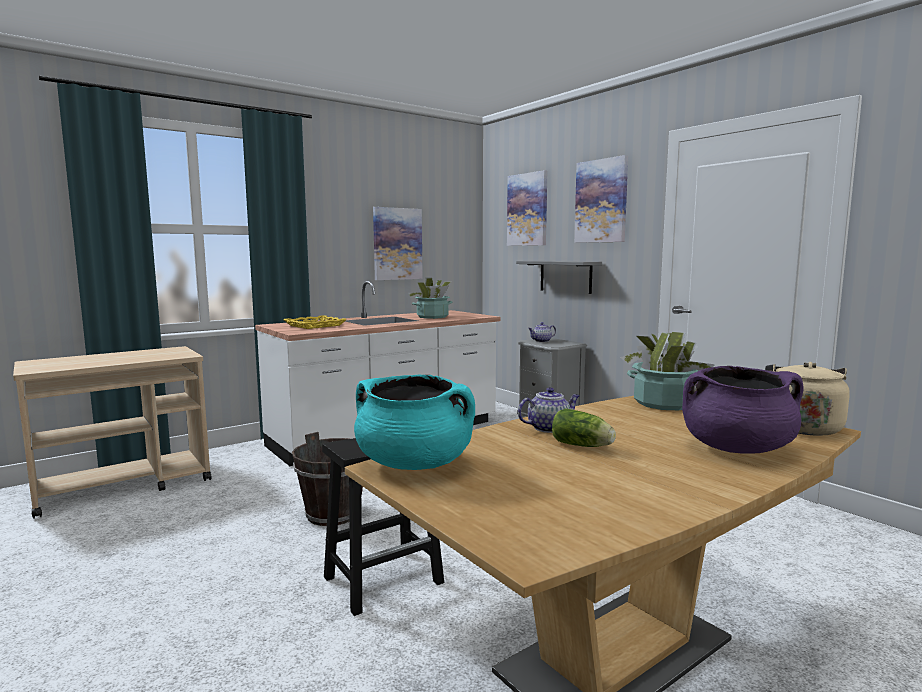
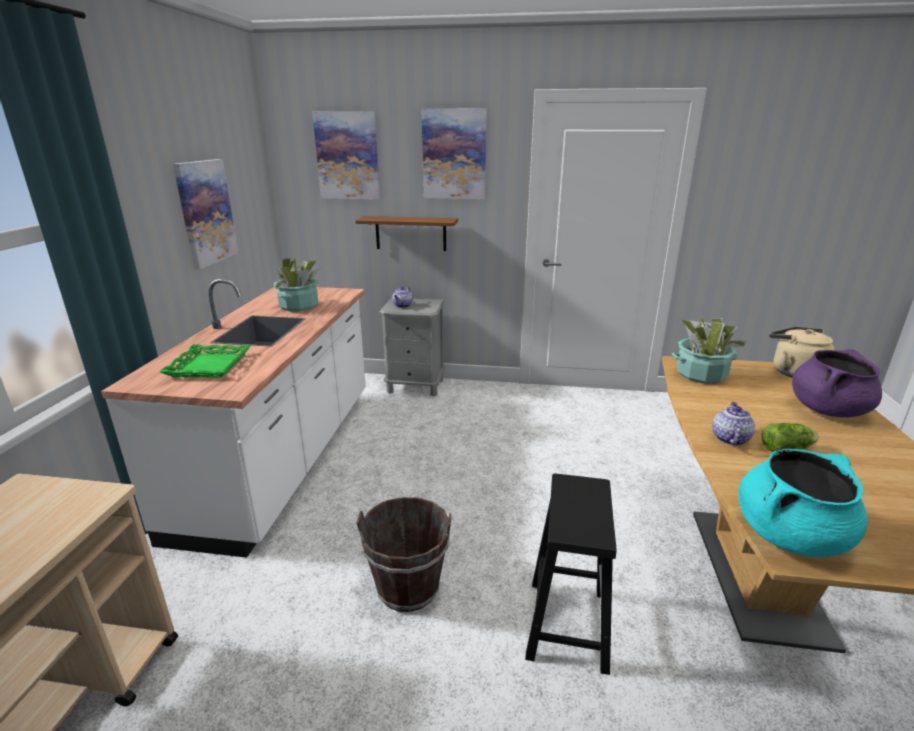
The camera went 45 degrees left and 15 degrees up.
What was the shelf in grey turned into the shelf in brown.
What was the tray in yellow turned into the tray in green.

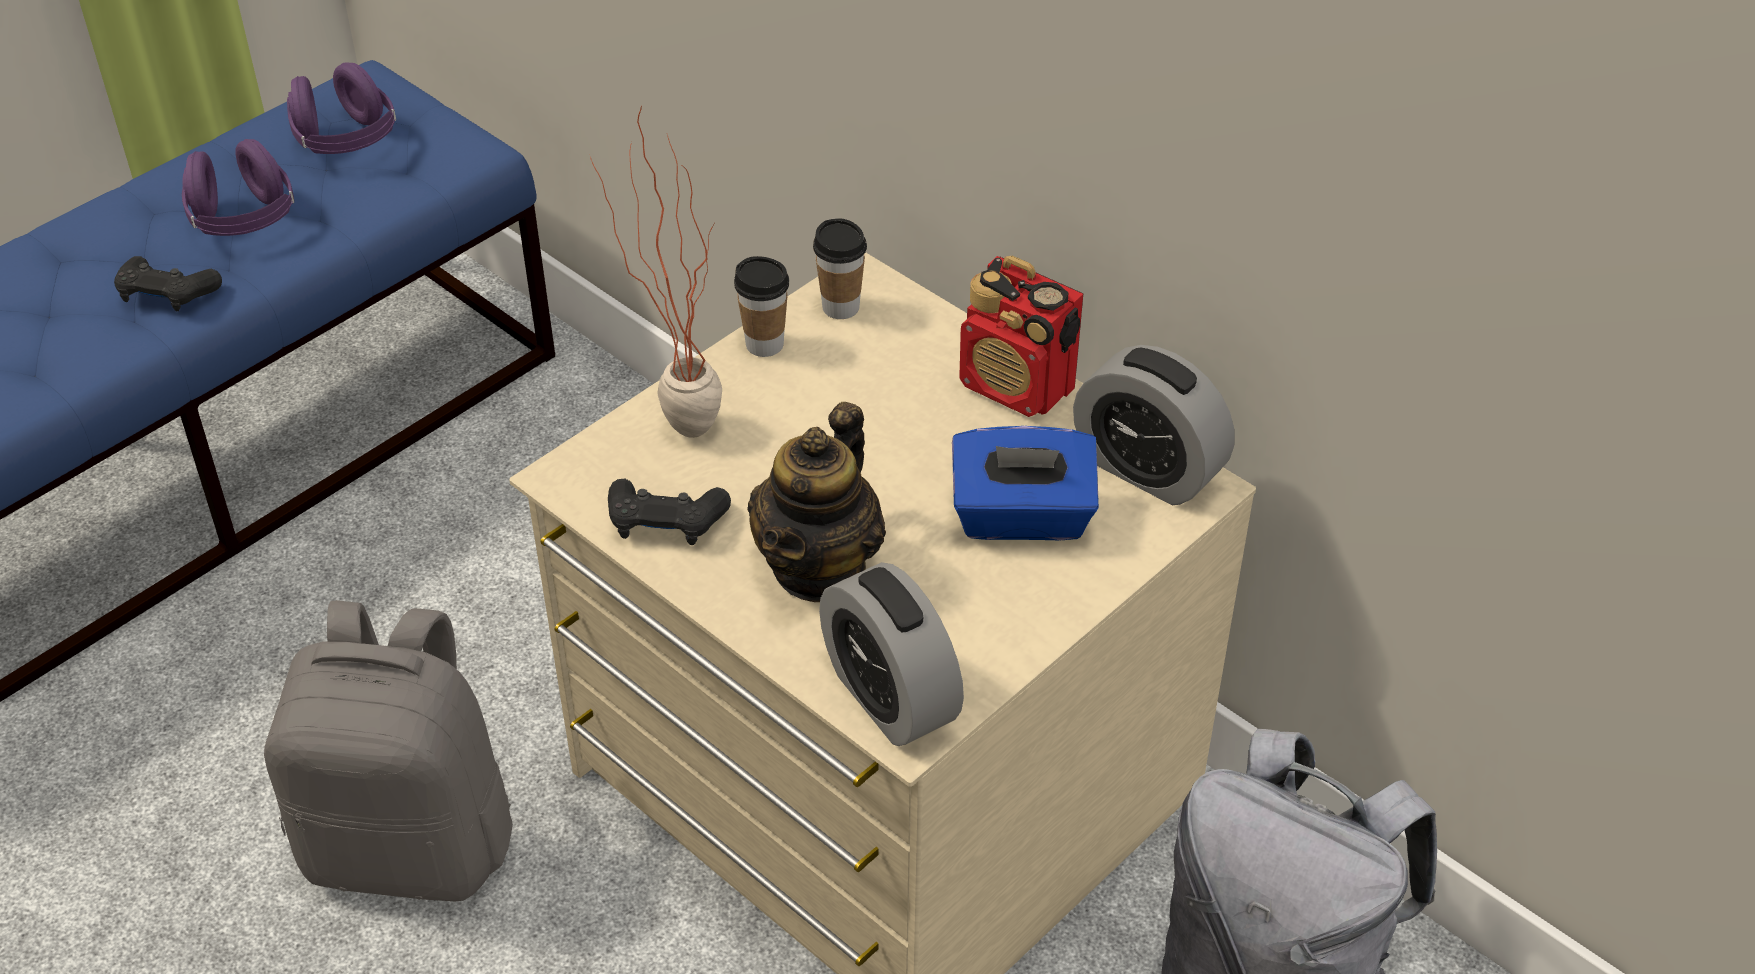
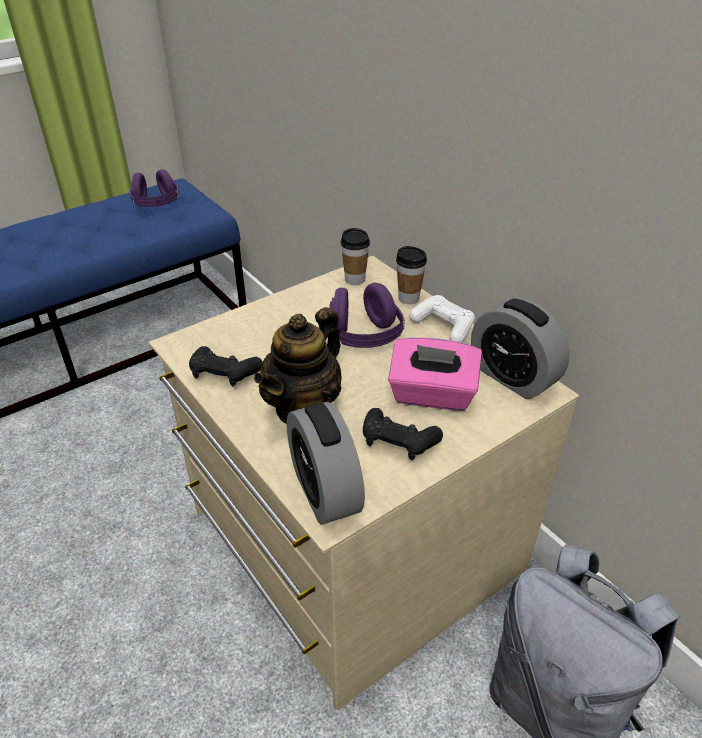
The camera went 10 degrees right and 5 degrees down.
The second view lost the potted plant.
The headphones in purple (1st from left in the first image) ended up elsewhere.
The game controller in black (1st from left in the first image) ended up elsewhere.
The cup (1st from left in the first image) ended up elsewhere.
Where the radio stood, the game controller in white came to stand.
What was the tissue box in blue turned into the tissue box in pink.
The second view lost the backpack in grey (1st from left).

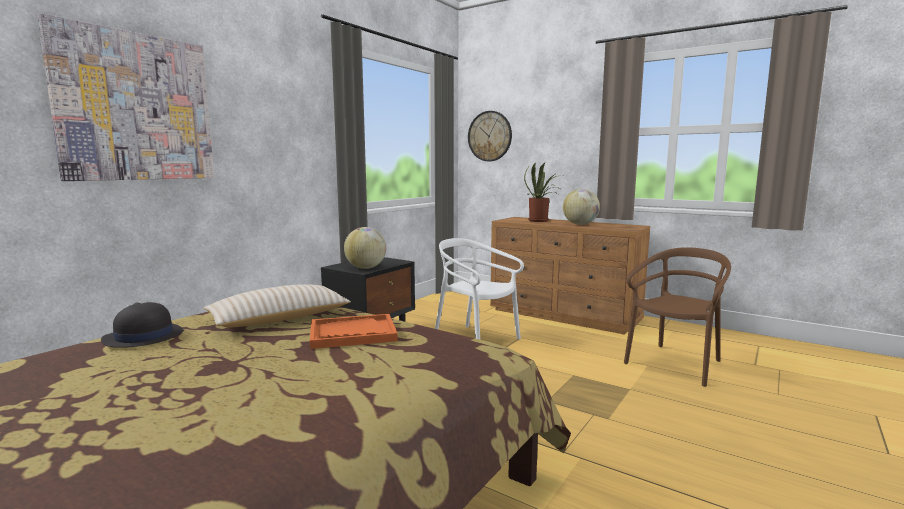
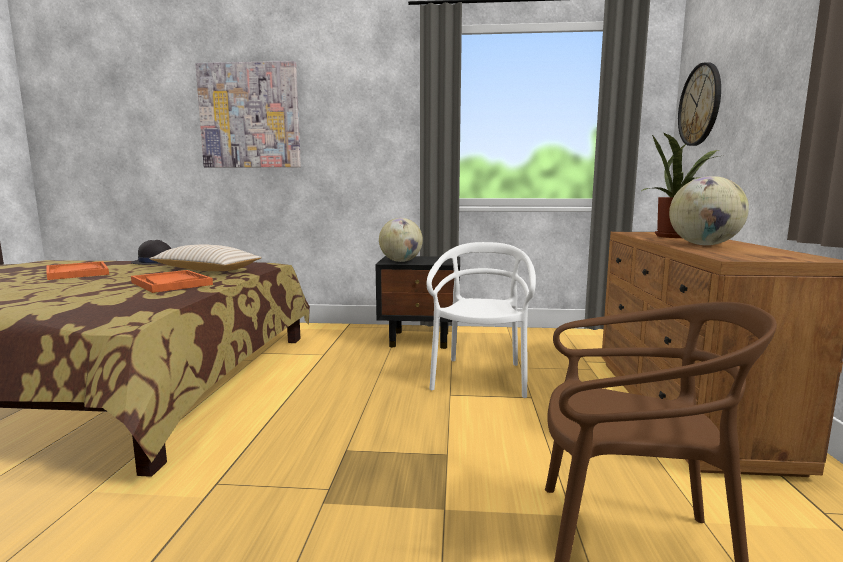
The camera went 60 degrees right and 0 degrees up.
The second view gained the tray in orange (1st from left).

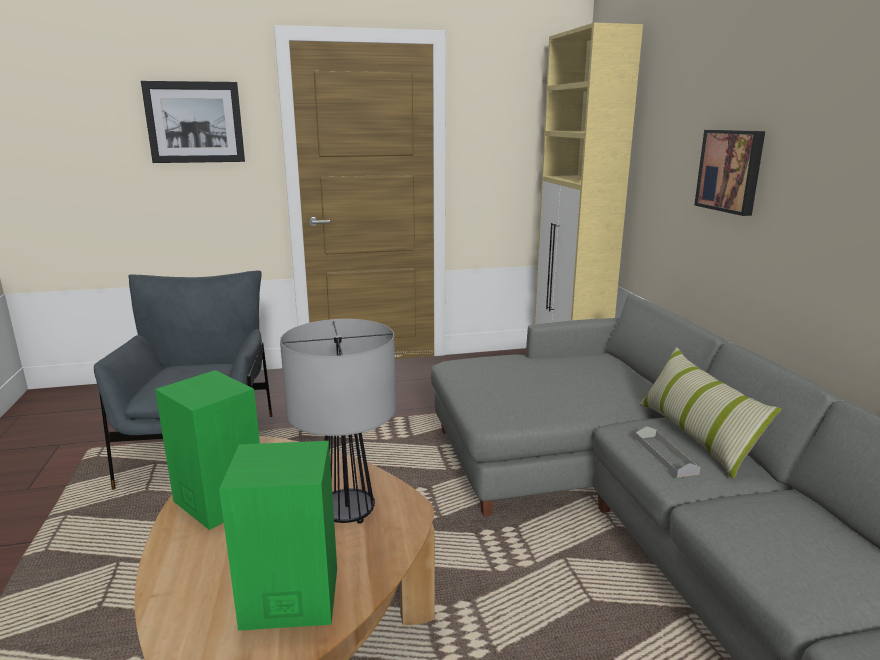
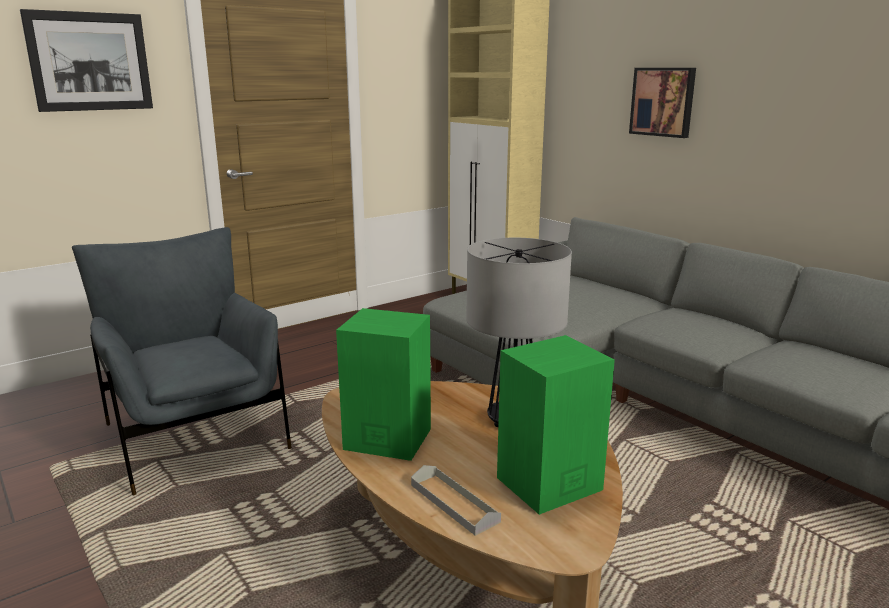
The camera went 25 degrees left and 0 degrees up.
The second view lost the pillow.
The tray in grey ended up elsewhere.

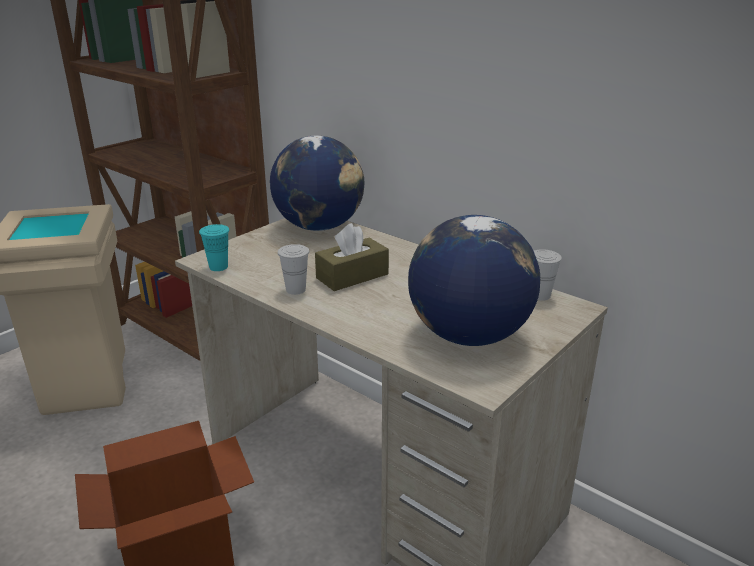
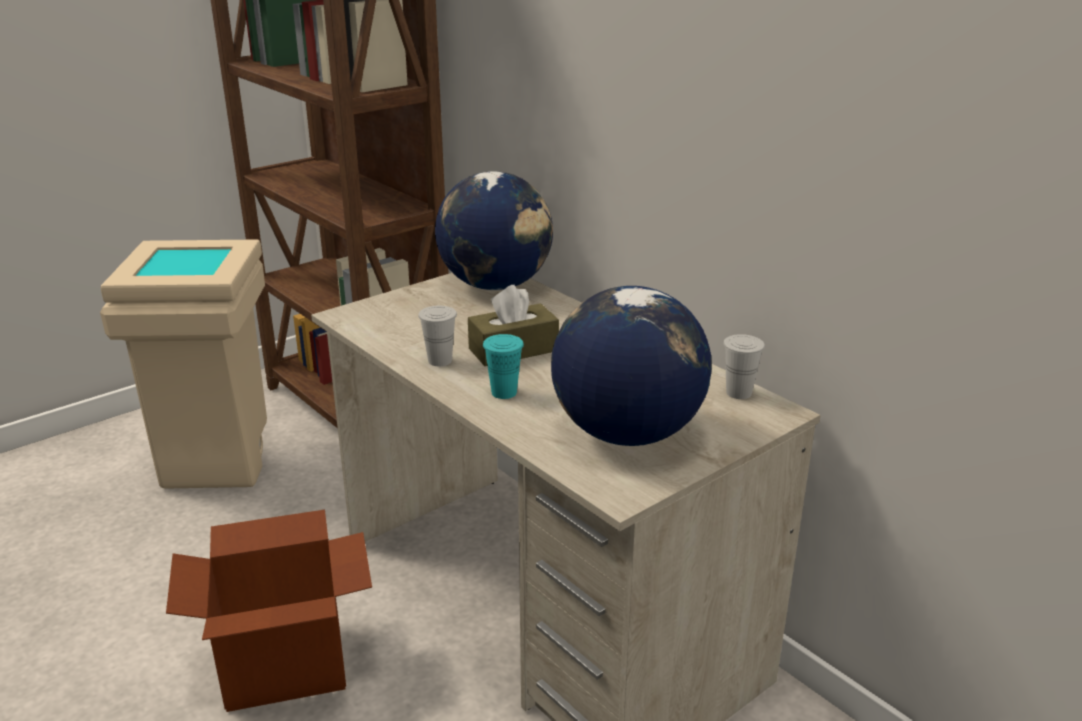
The camera went 10 degrees right and 0 degrees up.
The cup in turquoise ended up elsewhere.

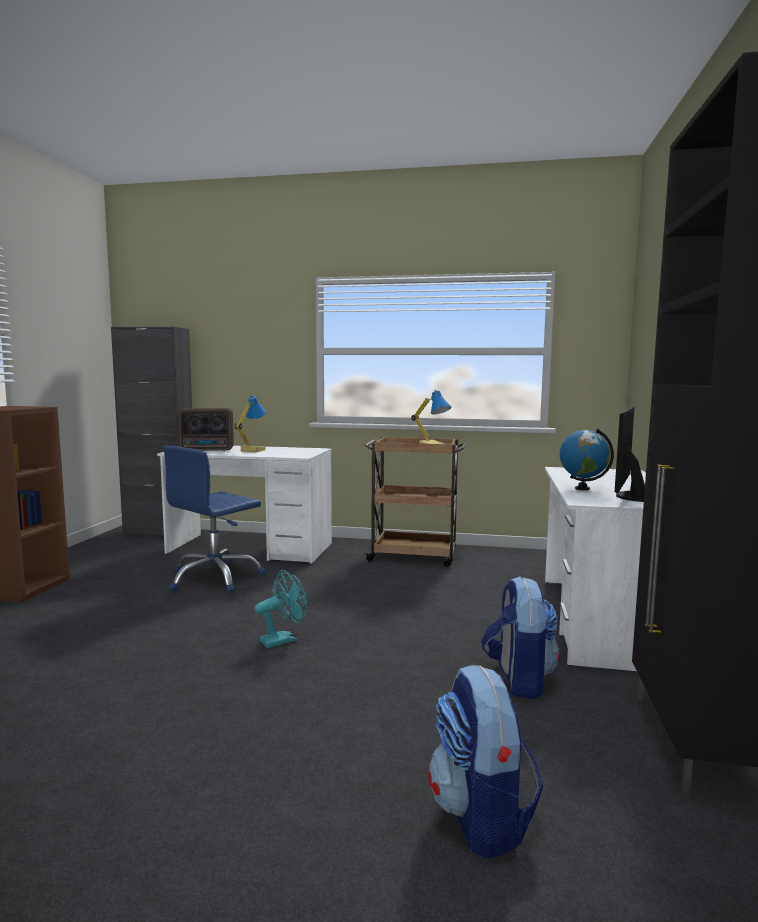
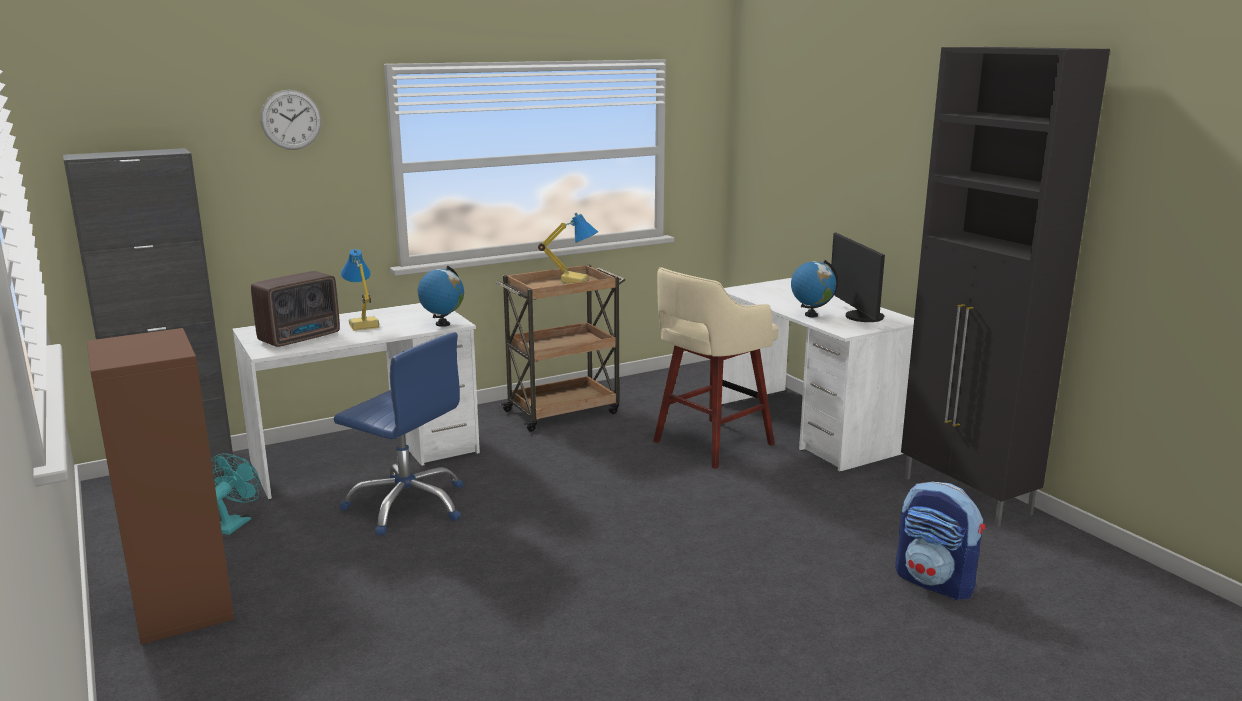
The camera went 40 degrees left and 10 degrees up.
The office chair in blue ended up facing another way, 60 degrees counterclockwise from before.
The fan in turquoise ended up elsewhere.
The second view lost the backpack (2nd from left).
The second view gained the wall clock.
The second view gained the globe (1st from left).
The second view gained the stool in beige.

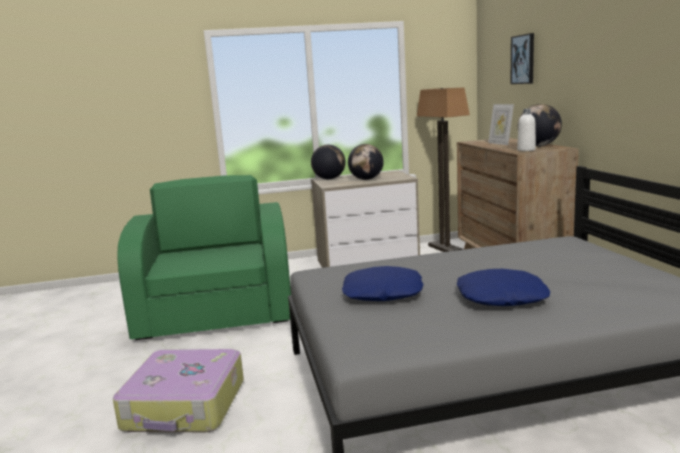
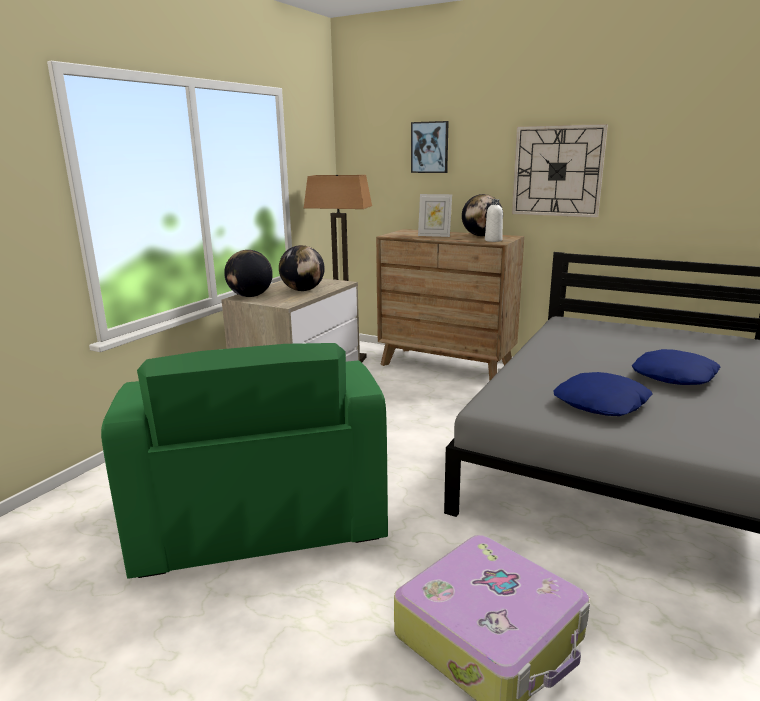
The camera went 50 degrees left and 5 degrees up.
The armchair in green ended up facing another way, 135 degrees counterclockwise from before.
The second view gained the wall clock.

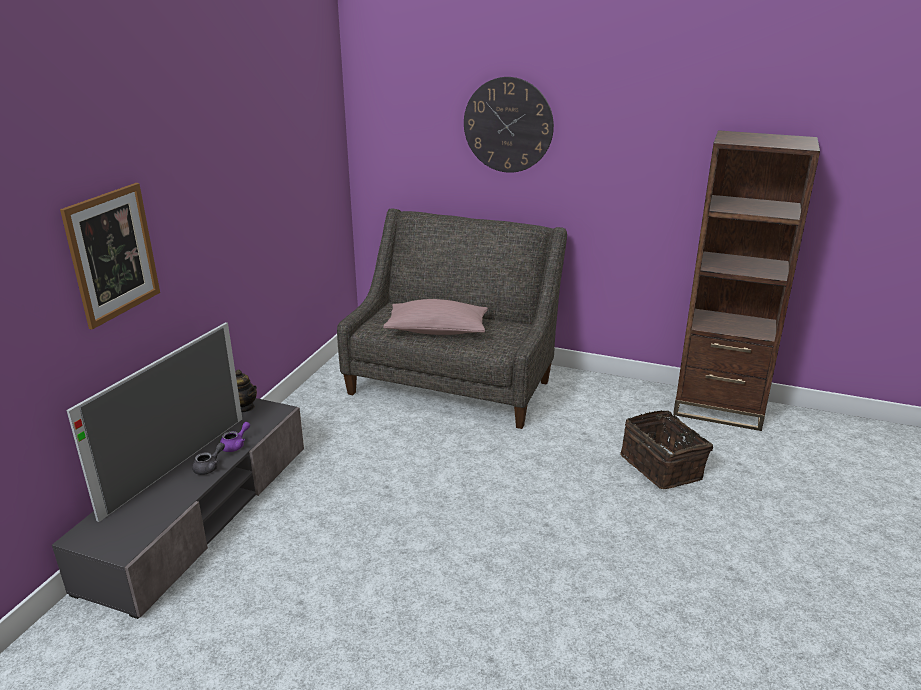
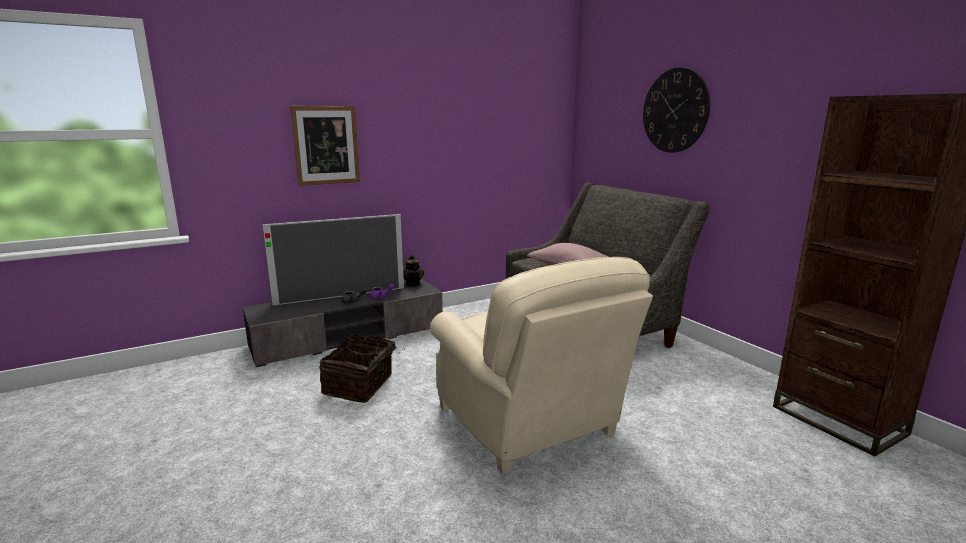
The camera went 40 degrees right and 10 degrees down.
The basket ended up elsewhere.
The second view gained the armchair in beige.

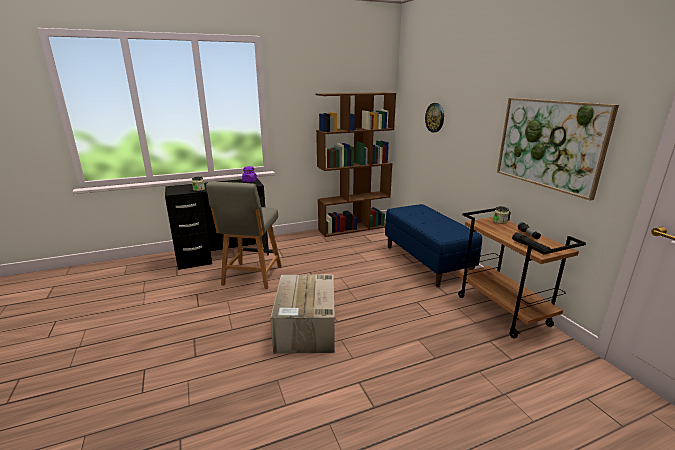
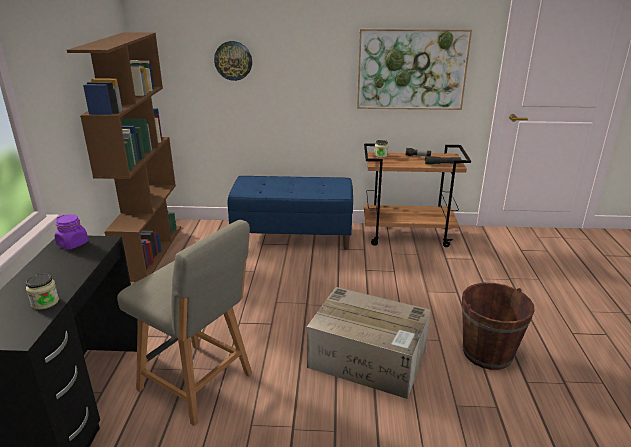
The camera went 65 degrees left and 5 degrees up.
The second view gained the bucket in brown.

